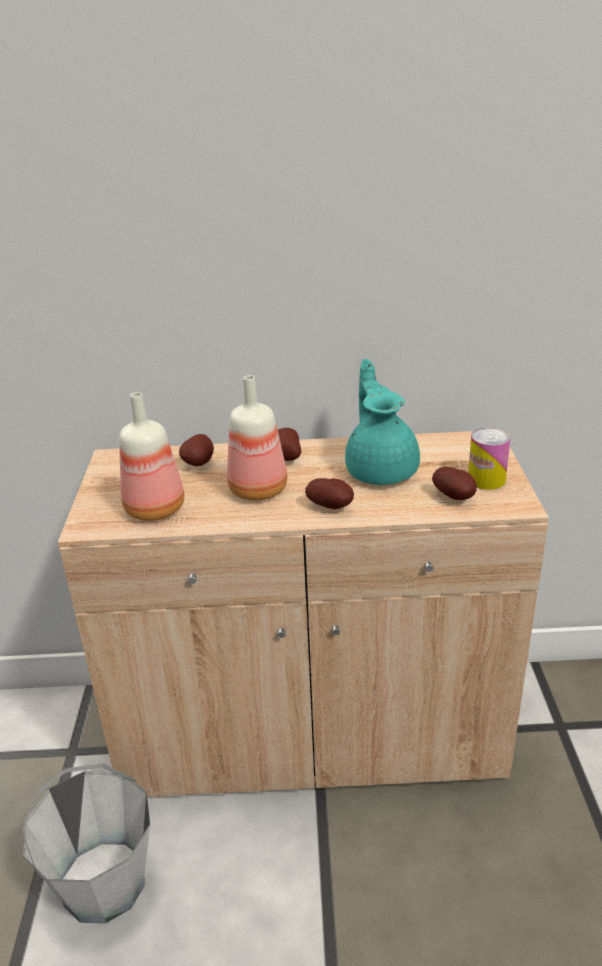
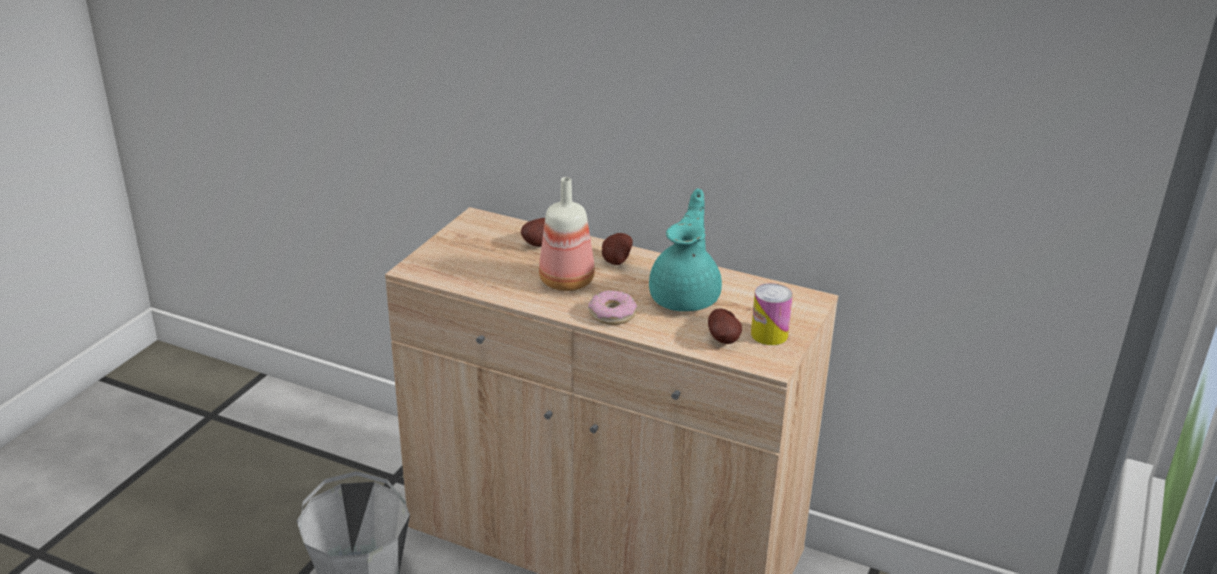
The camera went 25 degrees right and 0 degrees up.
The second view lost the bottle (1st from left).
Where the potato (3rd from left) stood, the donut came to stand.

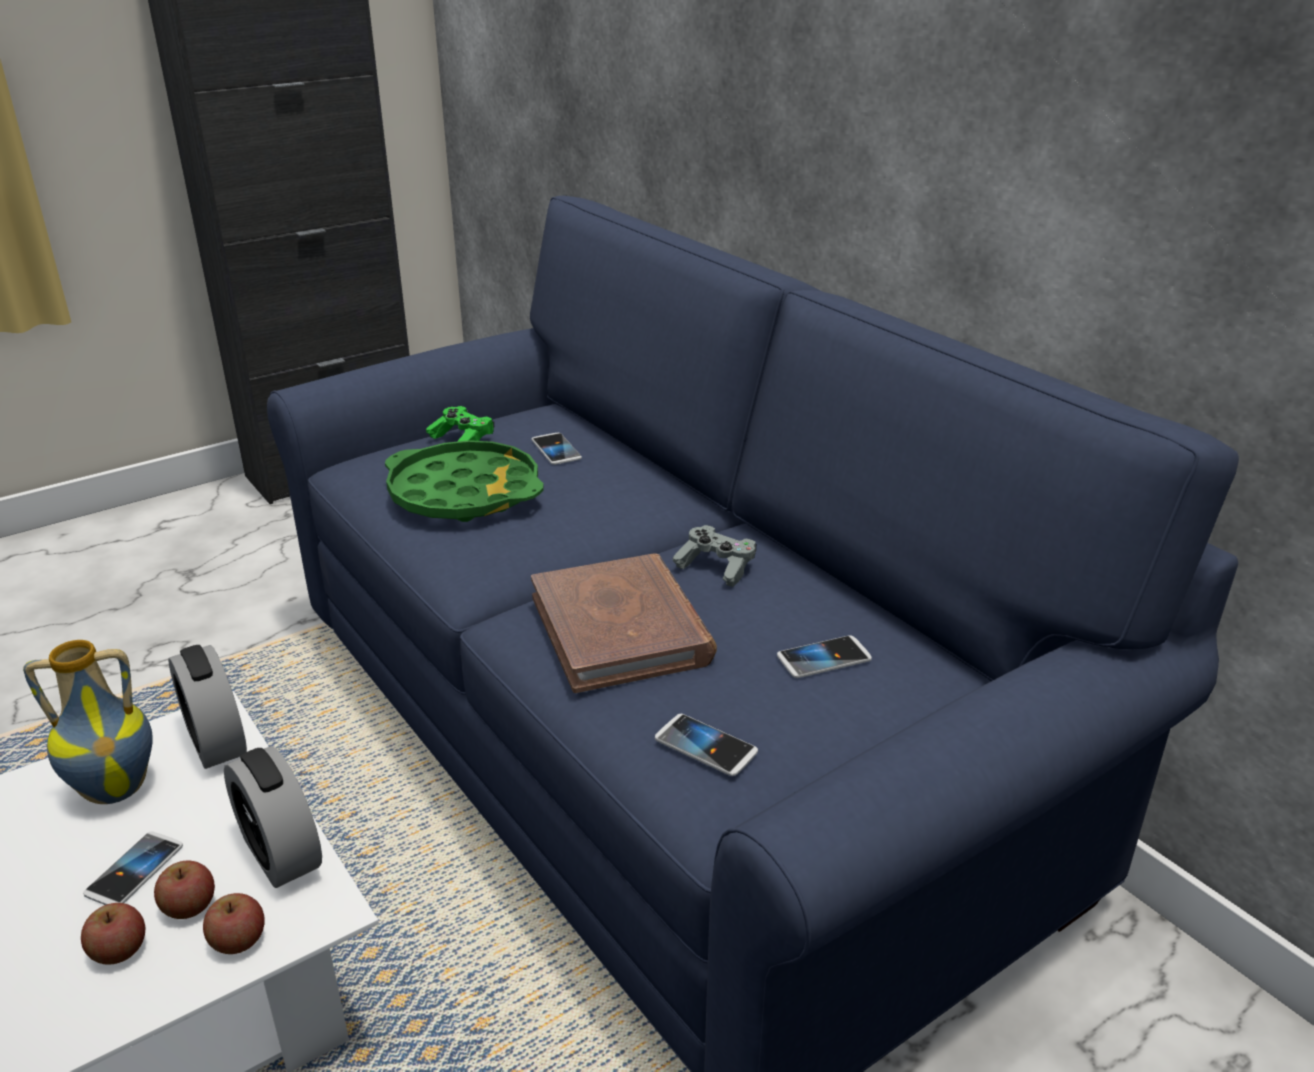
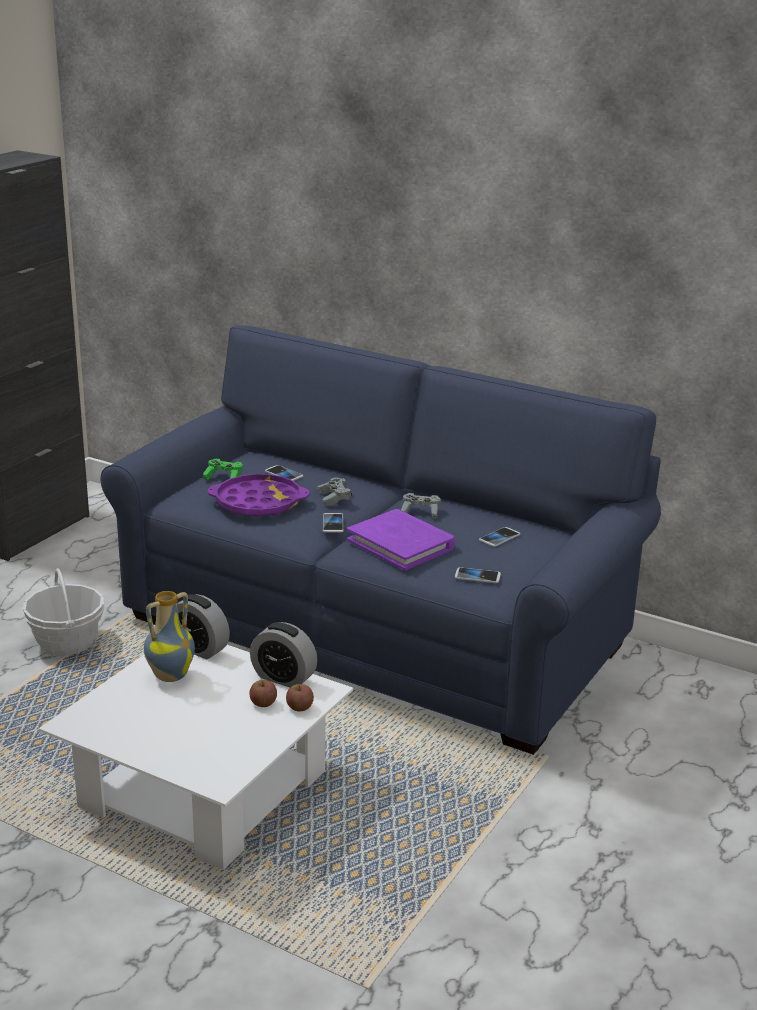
The camera went 25 degrees left and 5 degrees down.
What was the tray in green turned into the tray in purple.
What was the book in brown turned into the book in purple.
The phone (1st from left in the first image) ended up elsewhere.
The second view lost the apple (1st from left).
The second view gained the game controller in grey (1st from left).
The second view gained the basket.

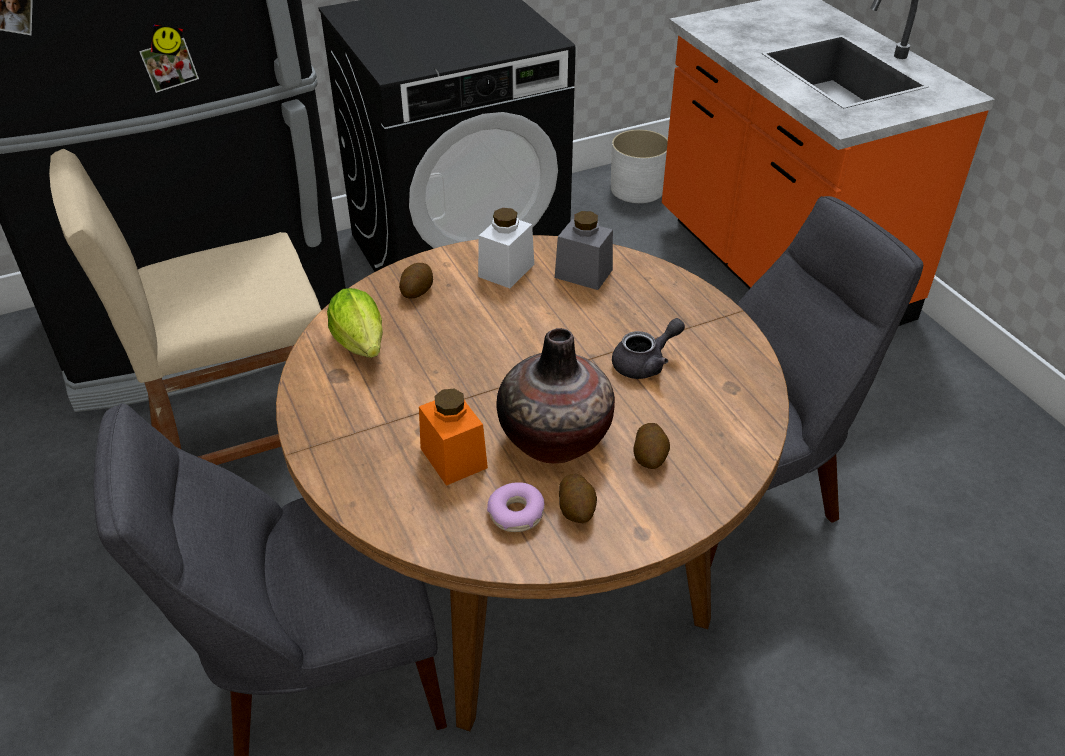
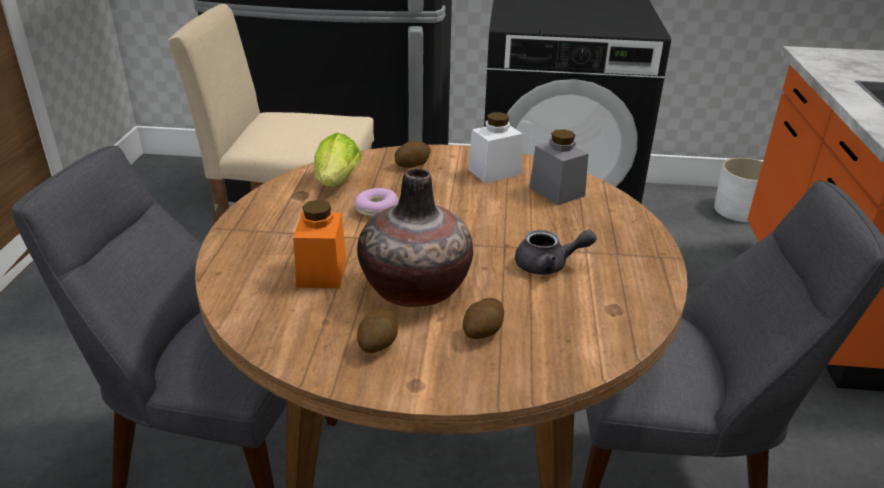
The camera went 30 degrees right and 10 degrees down.
The donut ended up elsewhere.

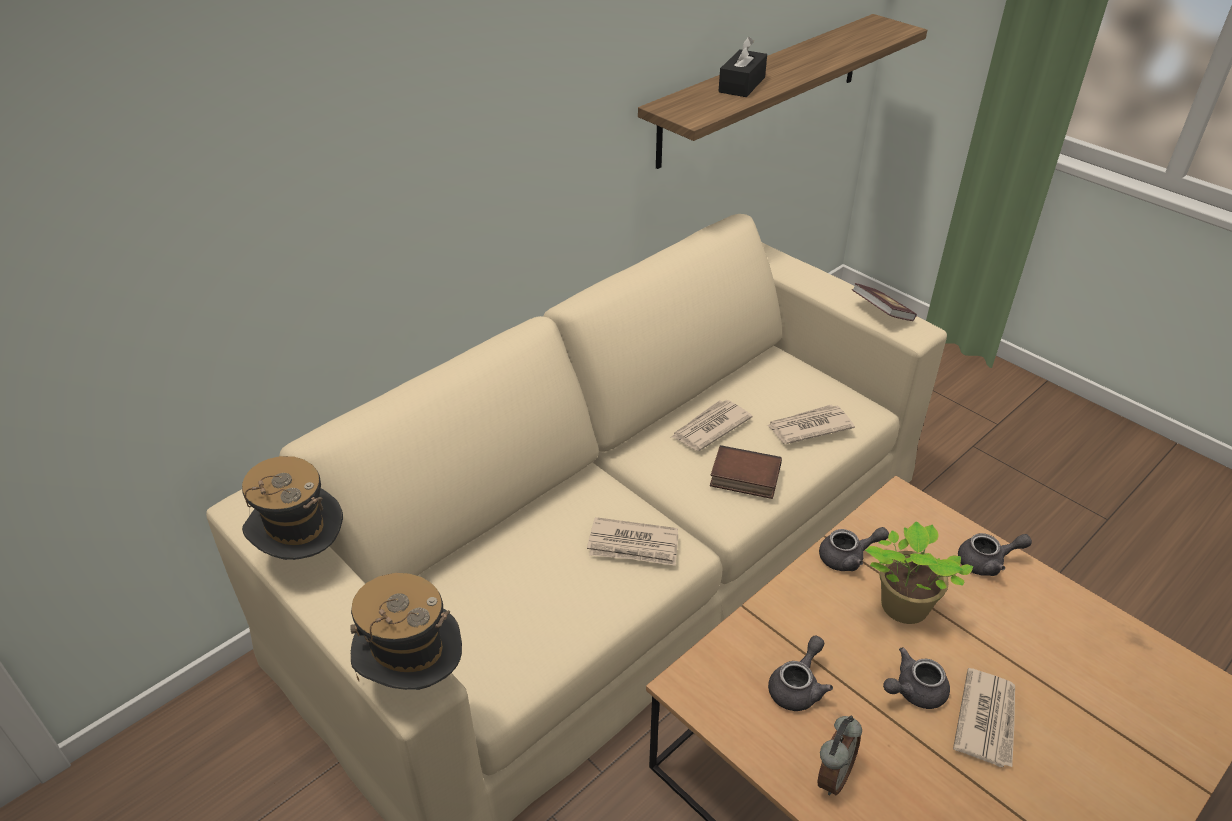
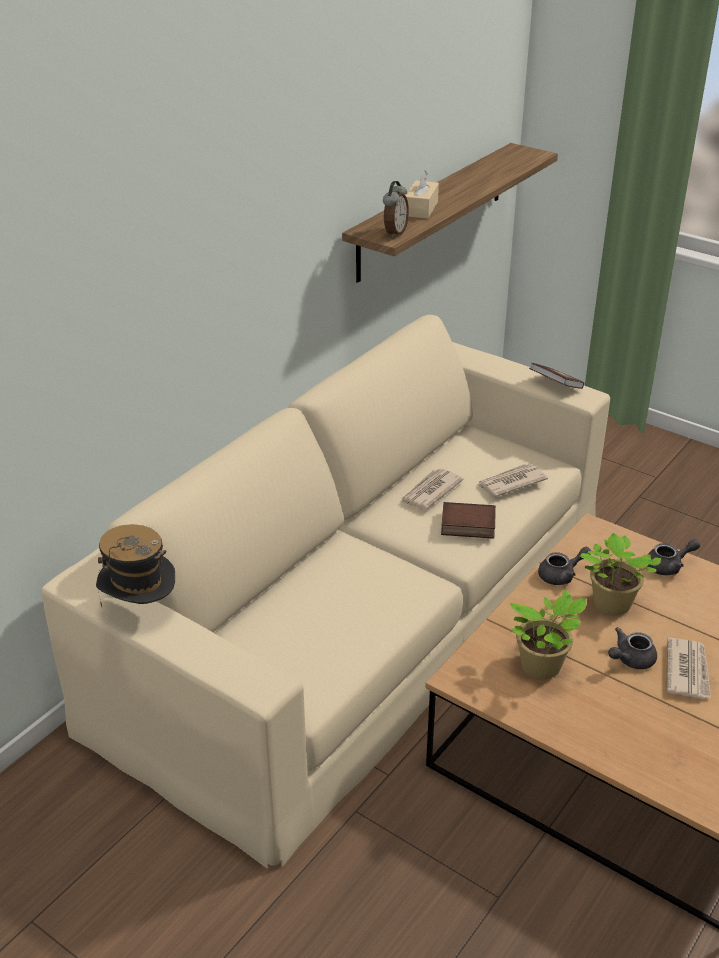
The camera went 10 degrees left and 5 degrees down.
What was the tissue box in black turned into the tissue box in beige.
The second view lost the newspaper (1st from left).
The second view lost the hat (2nd from left).
Where the teapot in grey (1st from left) stood, the potted plant (1st from left) came to stand.
The alarm clock ended up elsewhere.

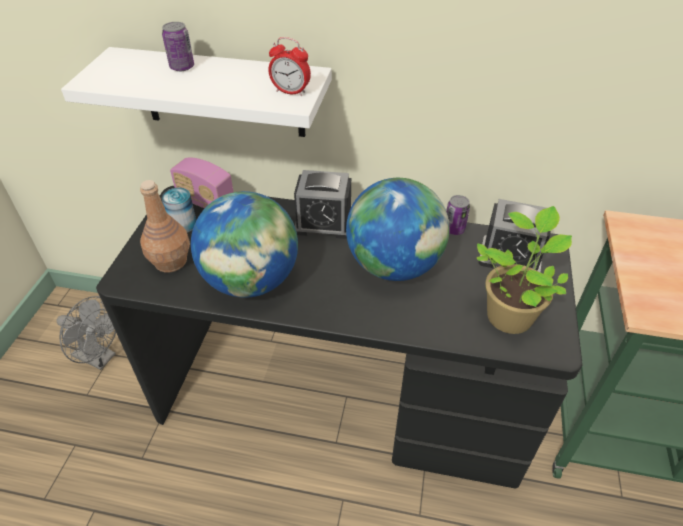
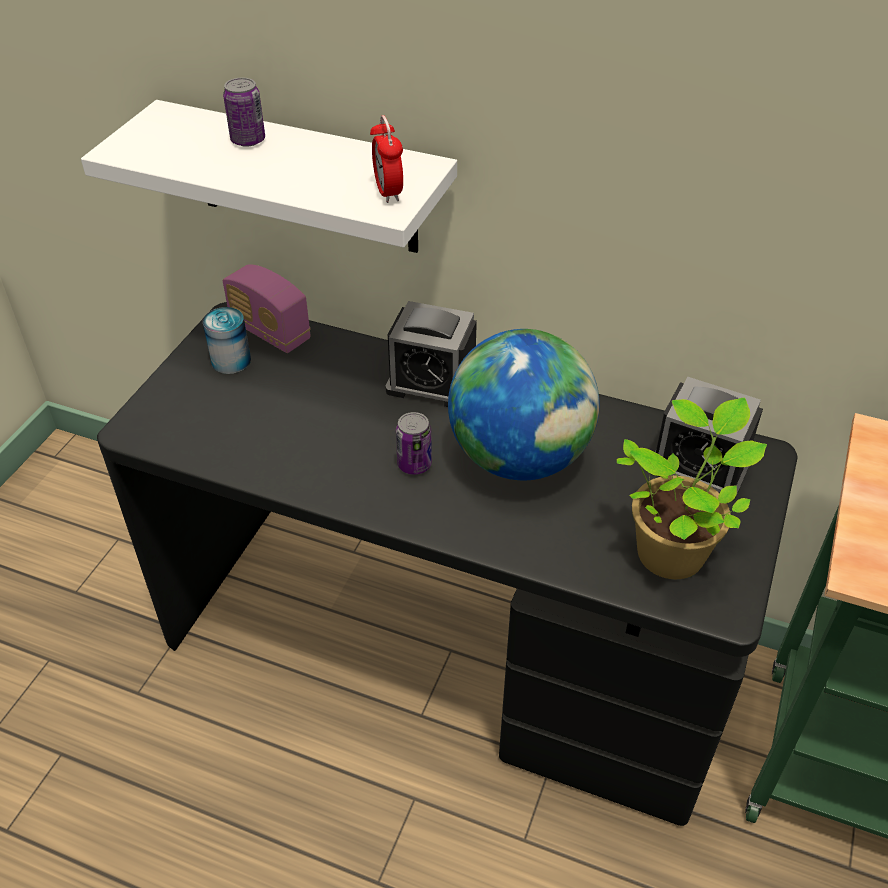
The camera went 10 degrees right and 0 degrees up.
The alarm clock (1st from left) ended up facing another way, 45 degrees clockwise from before.
The second view lost the bottle in brown.
The second view lost the globe (1st from left).
The can (3rd from left) ended up elsewhere.
The second view lost the fan in grey.

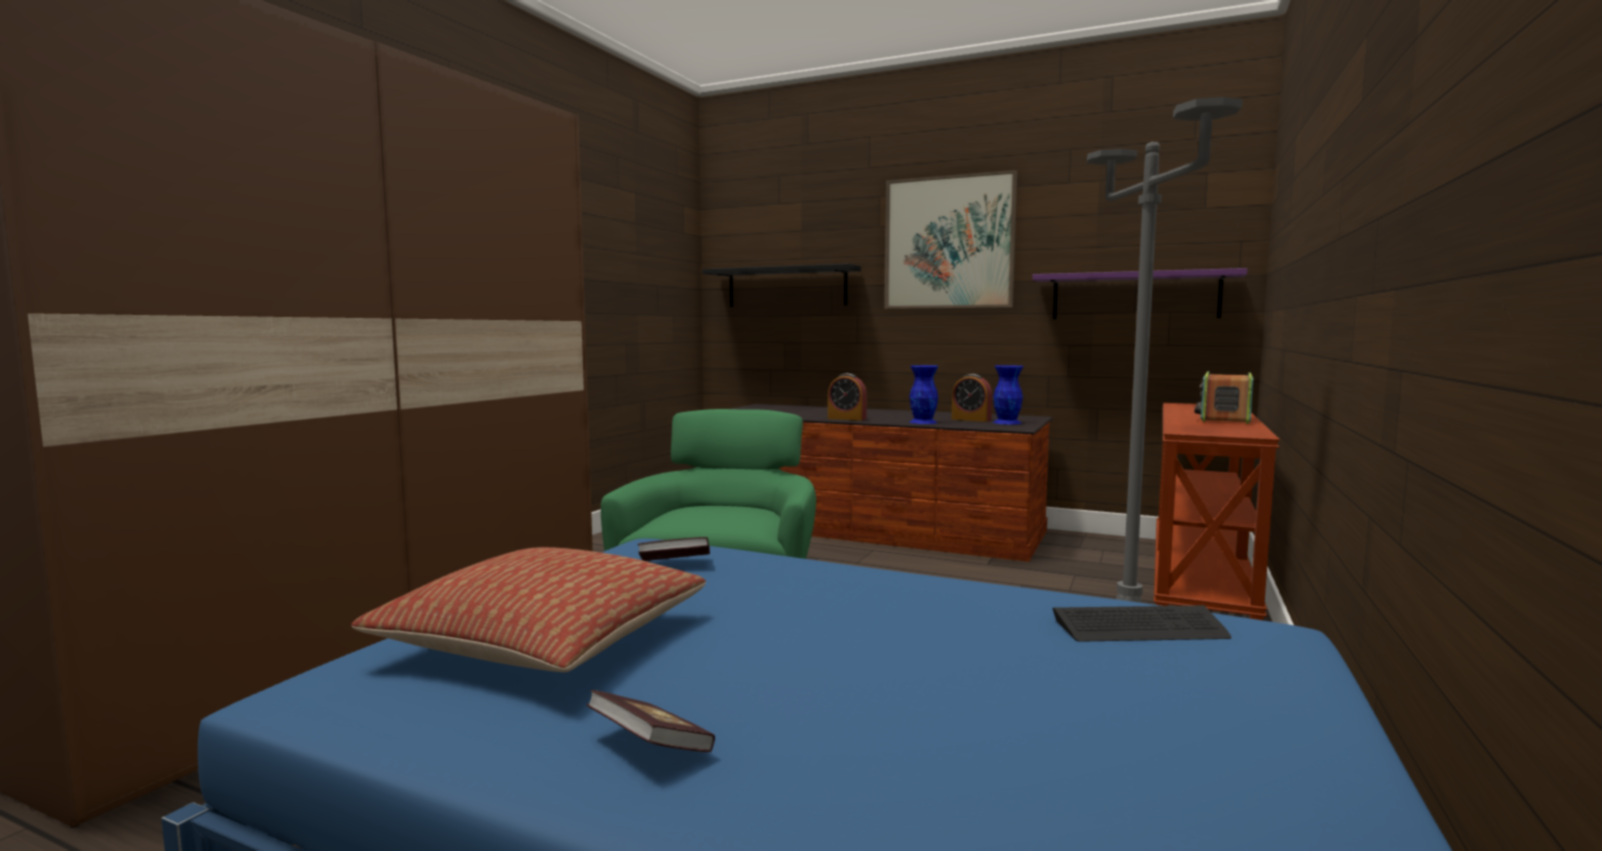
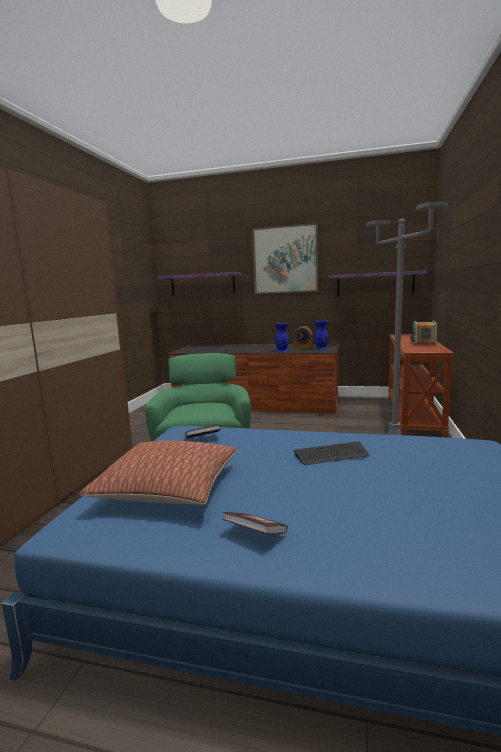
The camera went 10 degrees left and 5 degrees up.
What was the shelf in black turned into the shelf in purple (1st from left).
The second view lost the alarm clock (1st from left).
The keyboard ended up elsewhere.

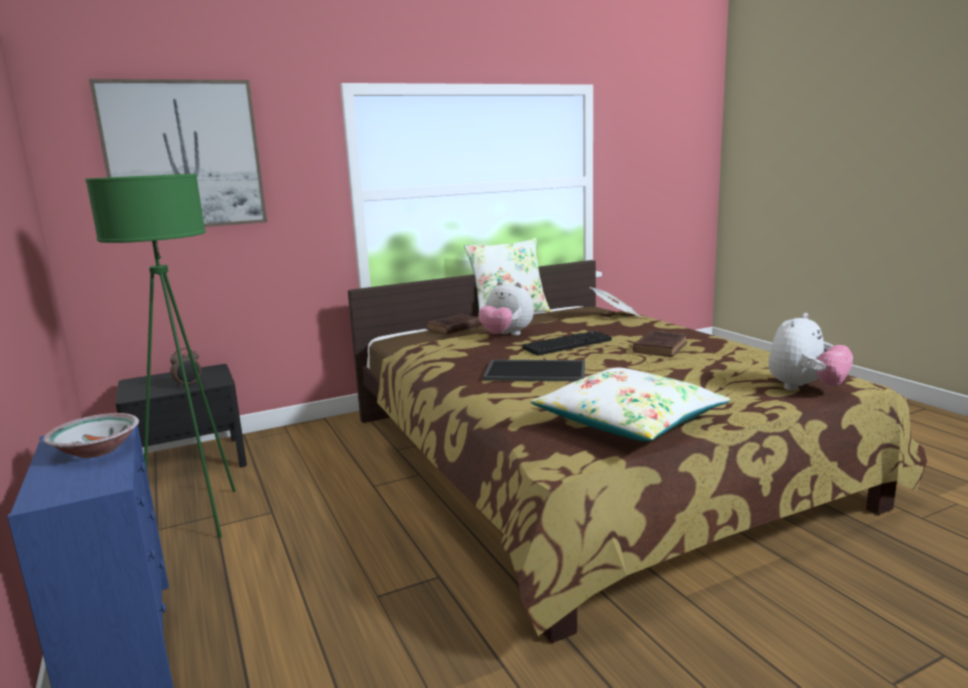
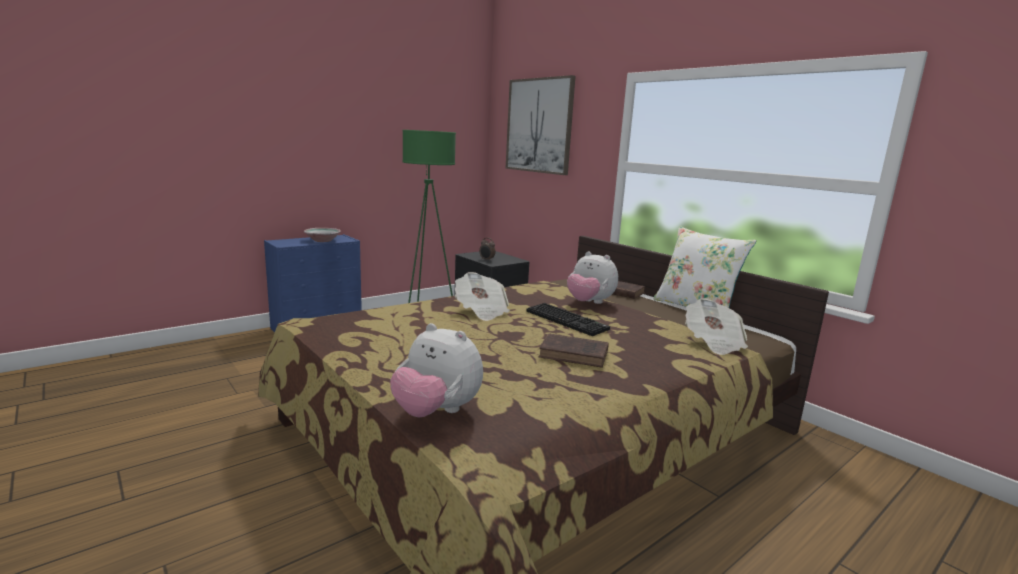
The camera went 75 degrees right and 0 degrees up.
The plush toy (1st from left in the first image) ended up facing another way, 75 degrees counterclockwise from before.
Where the tray stood, the newspaper (1st from left) came to stand.
The second view lost the pillow in white (2nd from left).

